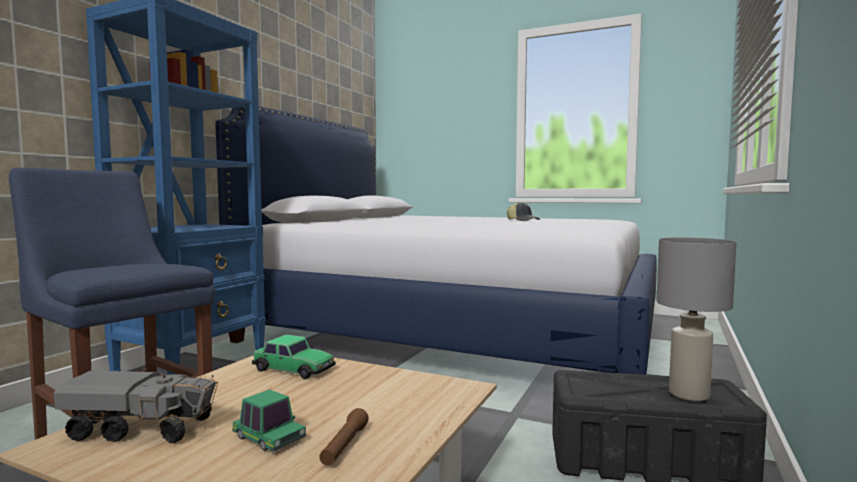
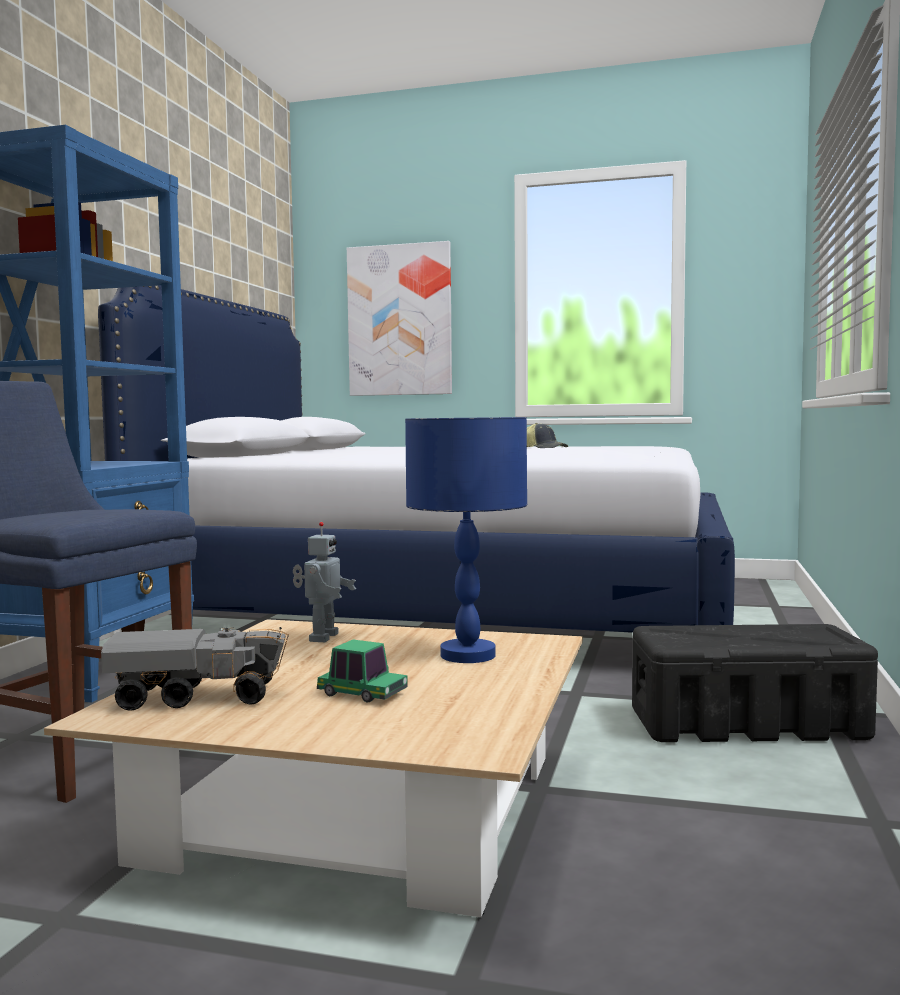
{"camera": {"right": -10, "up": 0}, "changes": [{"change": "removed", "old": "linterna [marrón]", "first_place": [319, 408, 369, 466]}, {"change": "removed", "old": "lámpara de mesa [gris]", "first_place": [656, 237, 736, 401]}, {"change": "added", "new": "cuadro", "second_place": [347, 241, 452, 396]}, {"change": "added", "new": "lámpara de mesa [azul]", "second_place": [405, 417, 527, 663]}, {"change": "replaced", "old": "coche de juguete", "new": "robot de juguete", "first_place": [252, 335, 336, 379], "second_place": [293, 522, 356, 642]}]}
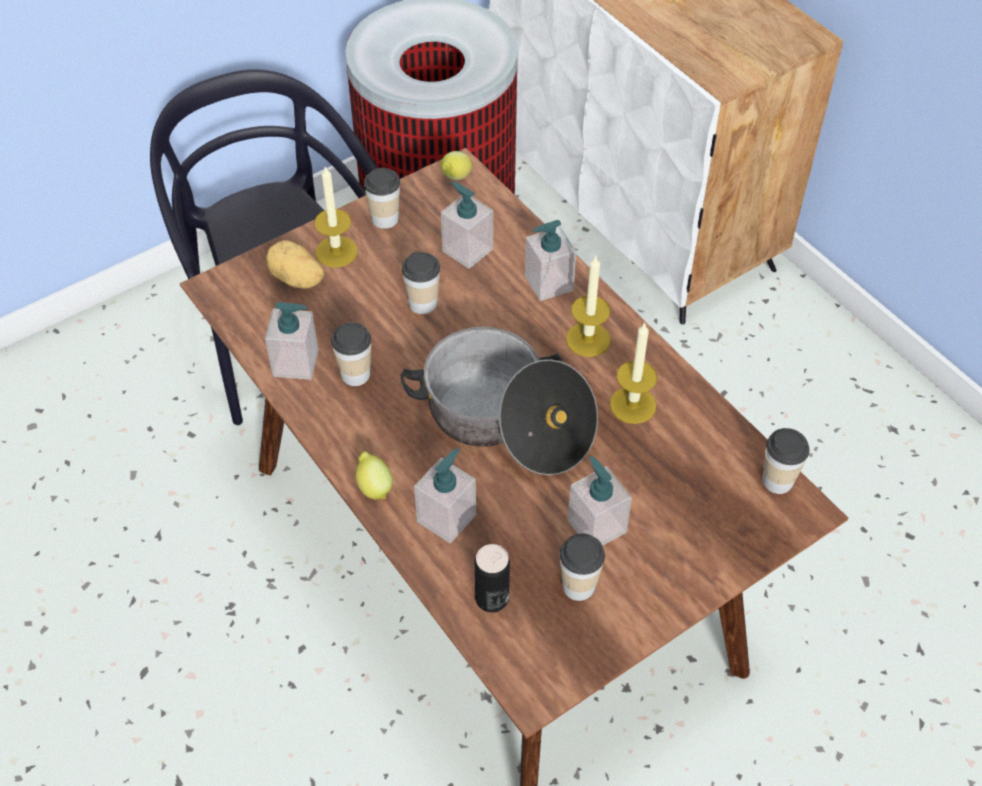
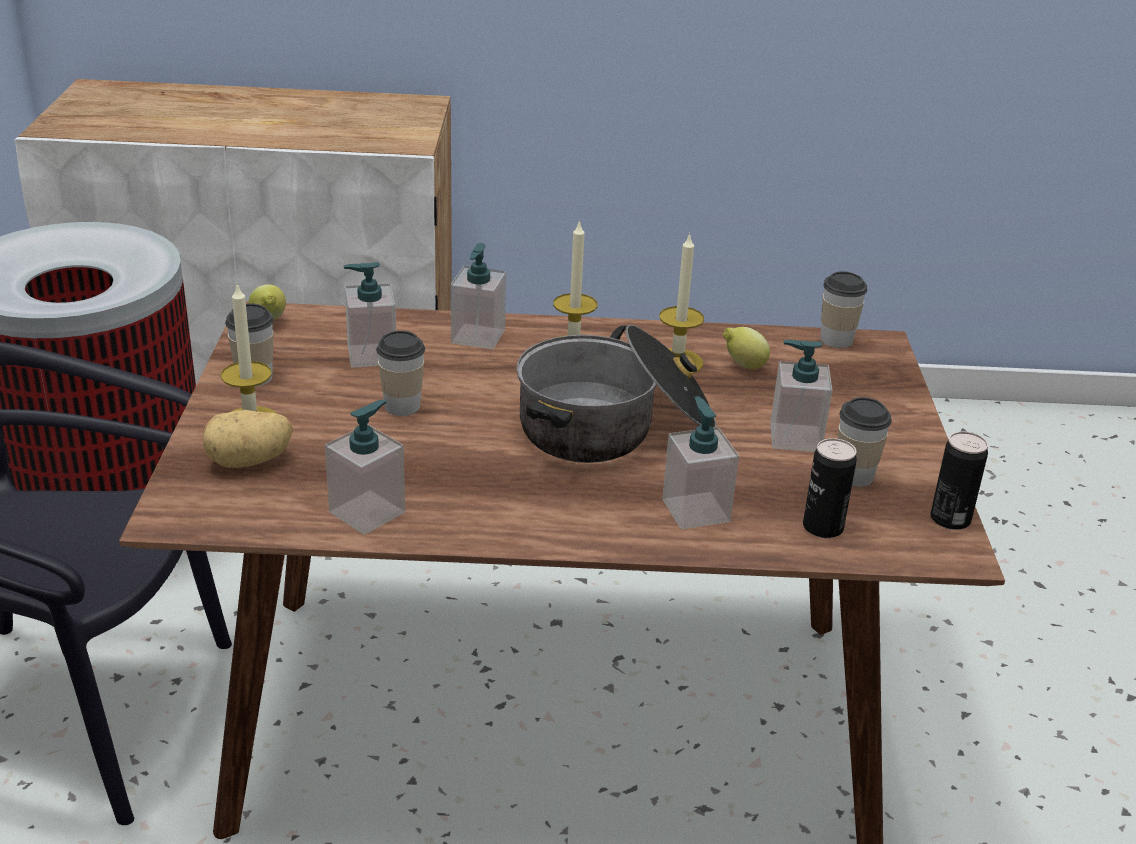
{"camera": {"right": -55, "up": -20}, "changes": [{"change": "removed", "old": "taza", "first_place": [331, 322, 371, 386]}, {"change": "added", "new": "lata", "second_place": [930, 431, 988, 530]}, {"change": "moved", "old": "limón", "first_place": [355, 451, 393, 499], "second_place": [723, 327, 770, 369]}]}
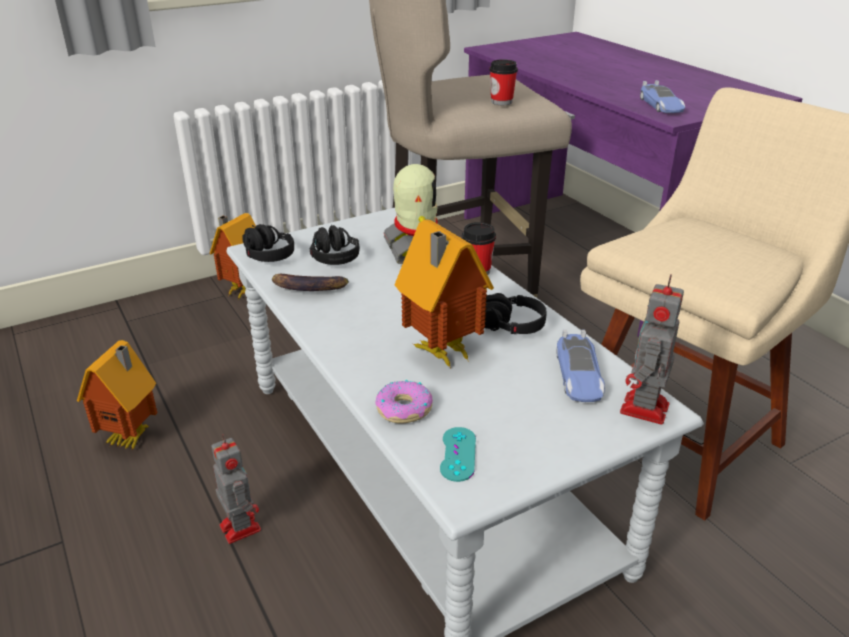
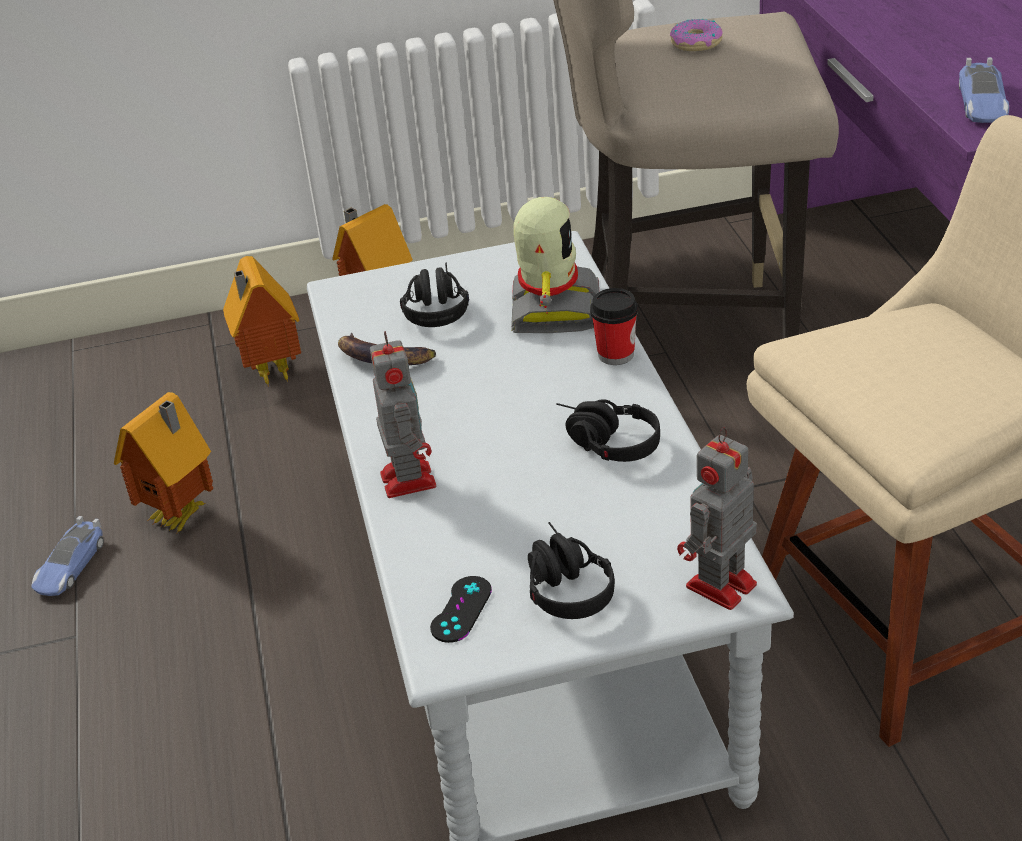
{"camera": {"right": 20, "up": 5}, "changes": [{"change": "removed", "old": "taza", "first_place": [489, 59, 518, 105]}, {"change": "moved", "old": "robot de juguete", "first_place": [211, 434, 261, 544], "second_place": [370, 331, 436, 498]}, {"change": "moved", "old": "auriculares [negro]", "first_place": [242, 224, 294, 262], "second_place": [528, 522, 615, 619]}, {"change": "moved", "old": "rosquilla", "first_place": [375, 380, 433, 423], "second_place": [670, 18, 723, 51]}, {"change": "moved", "old": "casita", "first_place": [395, 220, 494, 368], "second_place": [223, 256, 301, 387]}, {"change": "moved", "old": "coche de juguete", "first_place": [556, 329, 605, 402], "second_place": [31, 516, 104, 596]}, {"change": "recoloured", "old": "mando de consola [turquesa]", "new": "mando de consola [negro]", "first_place": [440, 427, 476, 482], "second_place": [430, 576, 492, 643]}]}
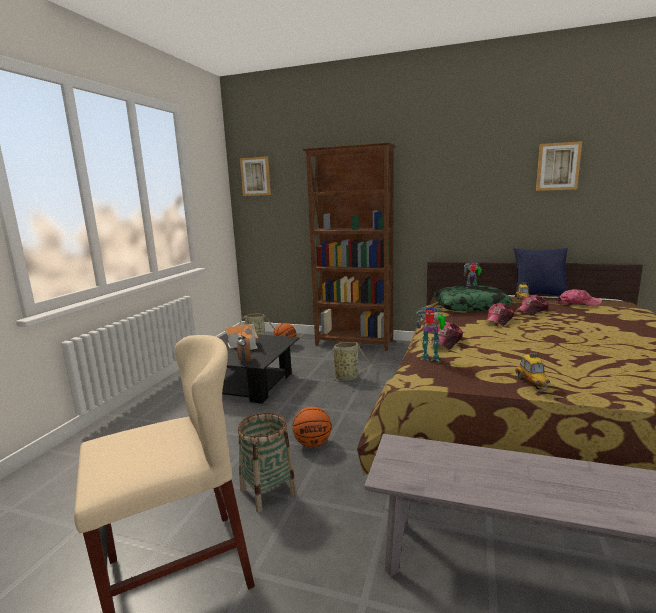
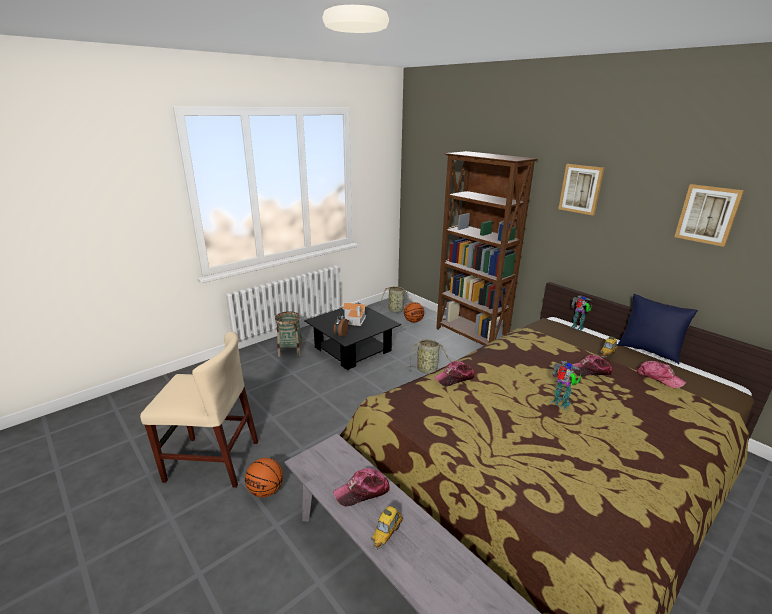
{"camera": {"right": 30, "up": 10}, "changes": [{"change": "removed", "old": "cojín", "first_place": [434, 285, 512, 311]}, {"change": "moved", "old": "cesta", "first_place": [238, 412, 297, 513], "second_place": [275, 311, 303, 357]}, {"change": "moved", "old": "cuadro", "first_place": [240, 156, 271, 196], "second_place": [558, 164, 605, 215]}, {"change": "moved", "old": "balón de baloncesto", "first_place": [292, 407, 331, 447], "second_place": [245, 458, 283, 497]}, {"change": "moved", "old": "robot de juguete", "first_place": [416, 306, 446, 361], "second_place": [550, 361, 581, 410]}, {"change": "moved", "old": "gorra", "first_place": [486, 303, 514, 326], "second_place": [333, 468, 390, 506]}, {"change": "moved", "old": "coche de juguete", "first_place": [515, 353, 550, 390], "second_place": [371, 506, 403, 550]}]}
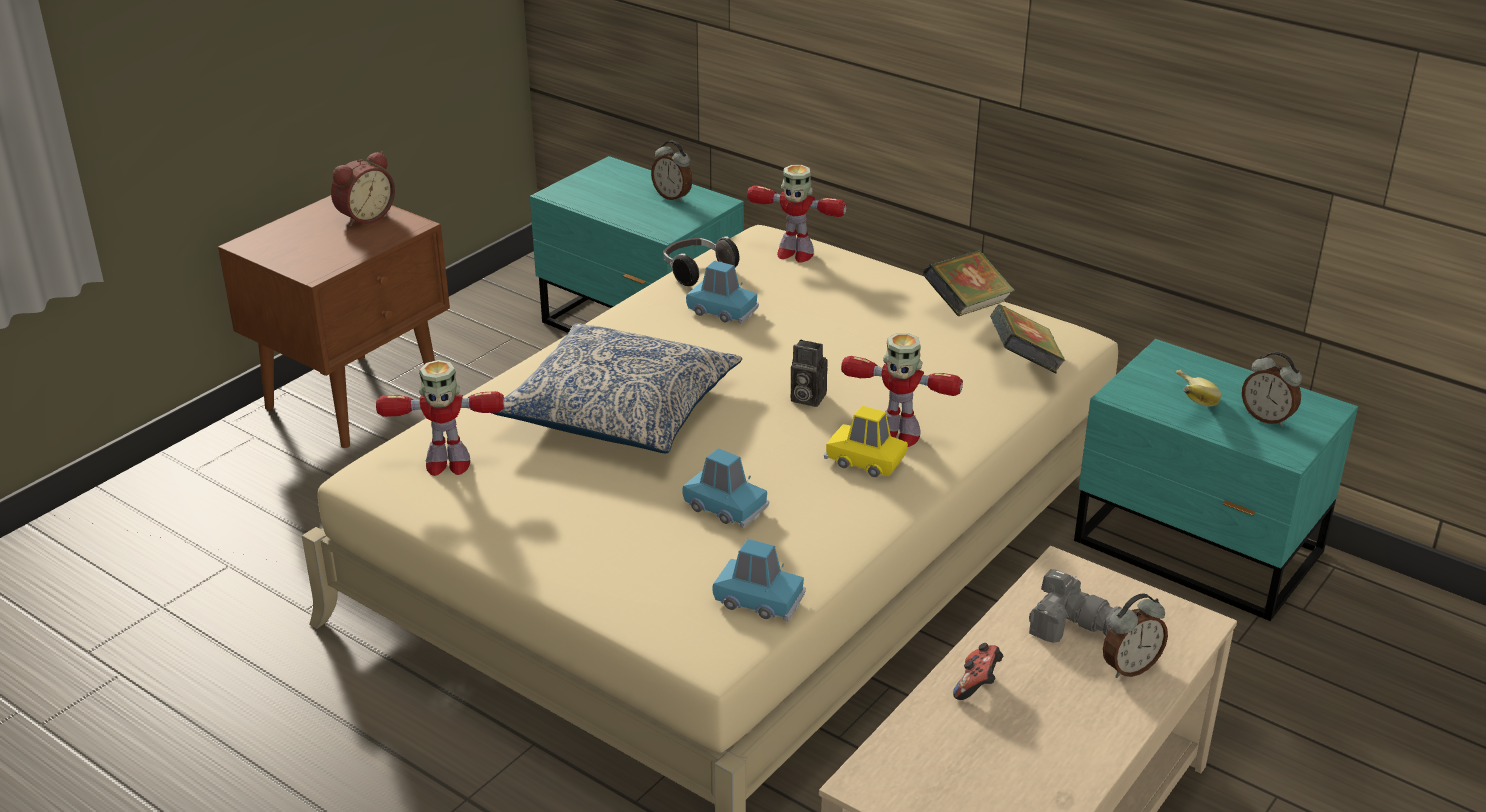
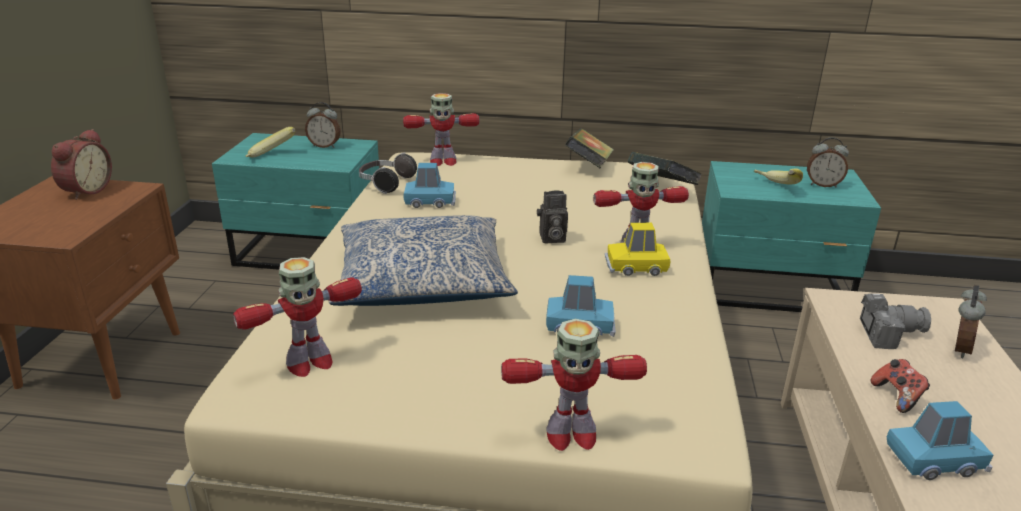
{"camera": {"right": -30, "up": -5}, "changes": [{"change": "added", "new": "plátano", "second_place": [245, 127, 296, 157]}, {"change": "added", "new": "robot de juguete", "second_place": [501, 319, 647, 451]}, {"change": "moved", "old": "coche de juguete [azul]", "first_place": [713, 539, 806, 622], "second_place": [887, 401, 993, 480]}]}
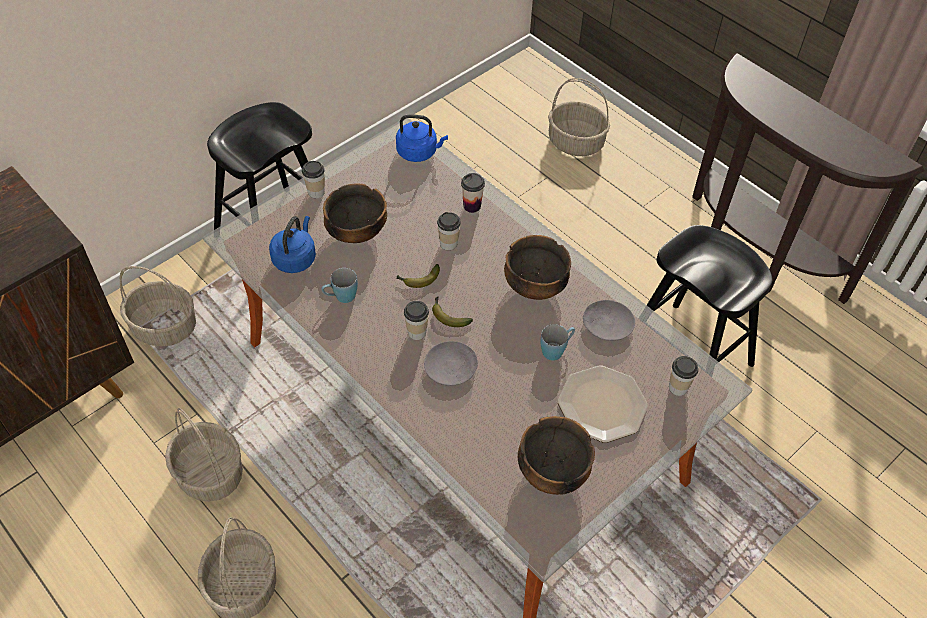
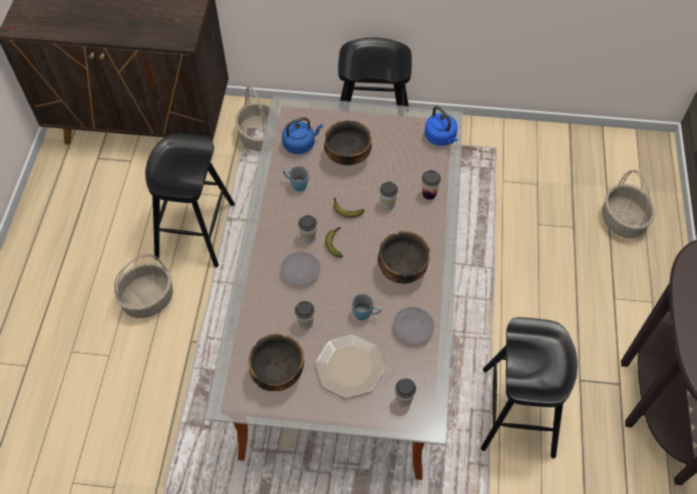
{"camera": {"right": 50, "up": 5}, "changes": [{"change": "moved", "old": "taza", "first_place": [302, 161, 325, 198], "second_place": [295, 301, 315, 329]}, {"change": "replaced", "old": "cesta", "new": "taburete [negro]", "first_place": [165, 408, 243, 502], "second_place": [145, 133, 235, 267]}]}
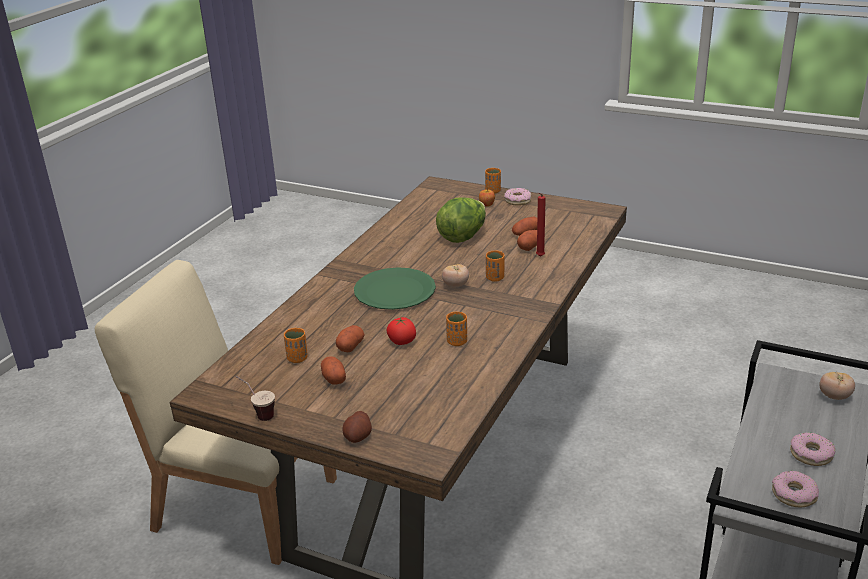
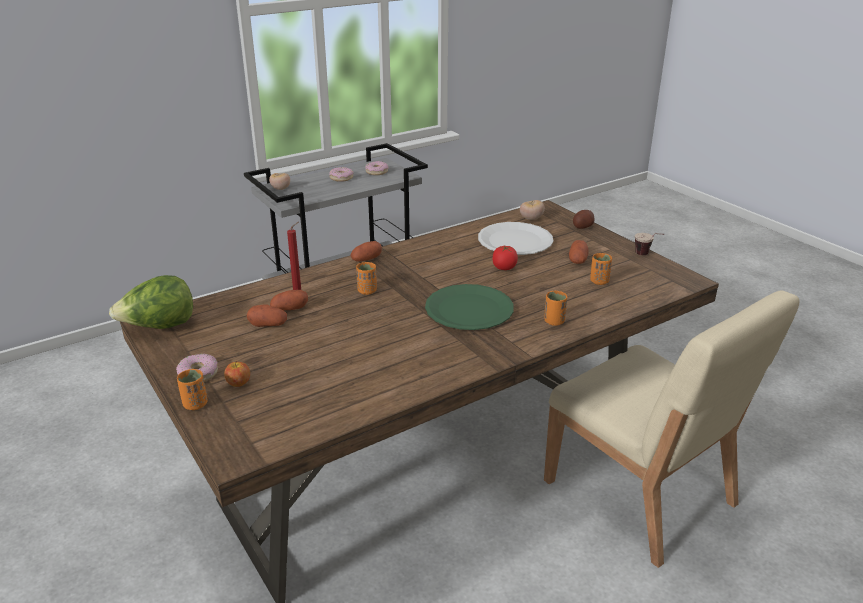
{"camera": {"right": -150, "up": 0}, "changes": [{"change": "added", "new": "plato [blanco]", "second_place": [478, 222, 553, 255]}, {"change": "moved", "old": "patata", "first_place": [336, 325, 365, 352], "second_place": [351, 241, 382, 261]}, {"change": "moved", "old": "lechuga", "first_place": [436, 197, 486, 243], "second_place": [109, 275, 193, 329]}, {"change": "moved", "old": "tomate", "first_place": [442, 264, 469, 287], "second_place": [520, 200, 545, 220]}, {"change": "moved", "old": "taza [naranja]", "first_place": [446, 312, 467, 346], "second_place": [544, 291, 567, 326]}]}
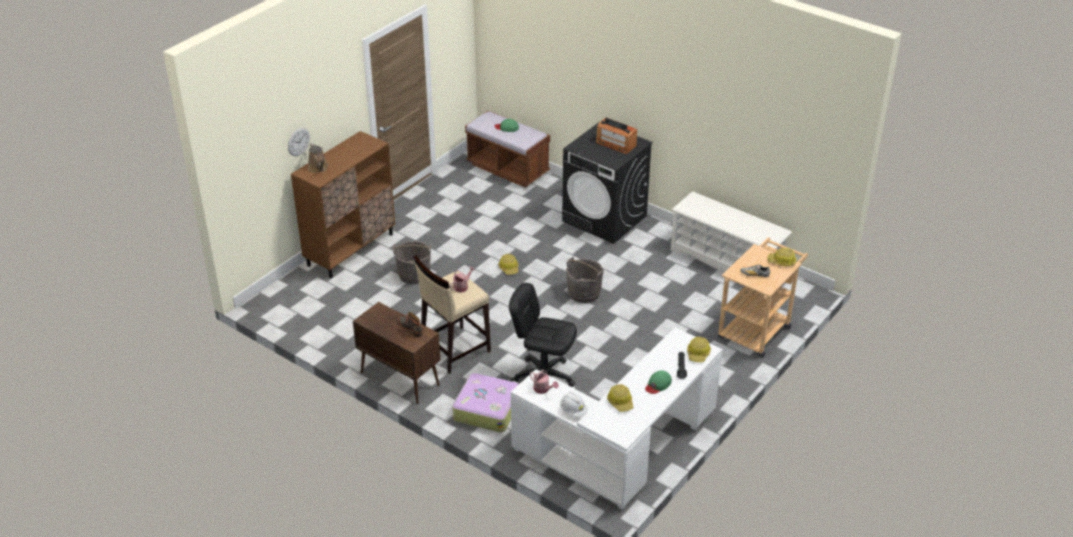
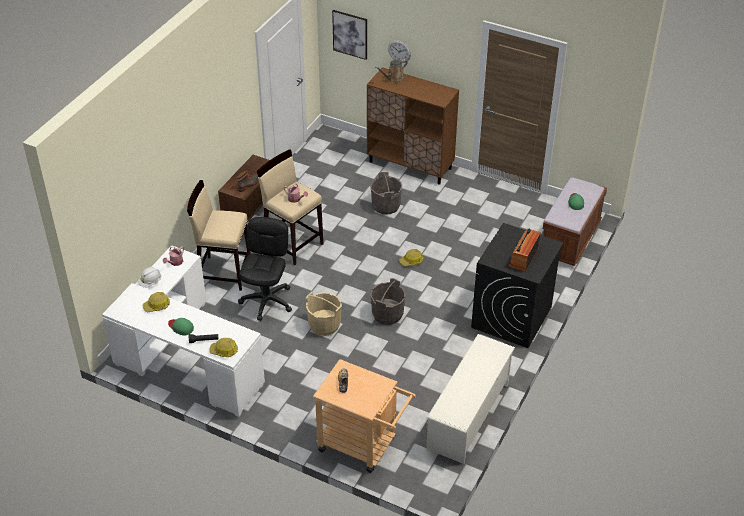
{"camera": {"right": 80, "up": 5}, "changes": [{"change": "removed", "old": "casco", "first_place": [768, 248, 797, 266]}, {"change": "added", "new": "cubo [beis]", "second_place": [306, 292, 342, 336]}, {"change": "added", "new": "cuadro", "second_place": [332, 10, 367, 60]}, {"change": "replaced", "old": "maleta", "new": "taburete [beis]", "first_place": [453, 372, 519, 432], "second_place": [187, 180, 251, 291]}]}
